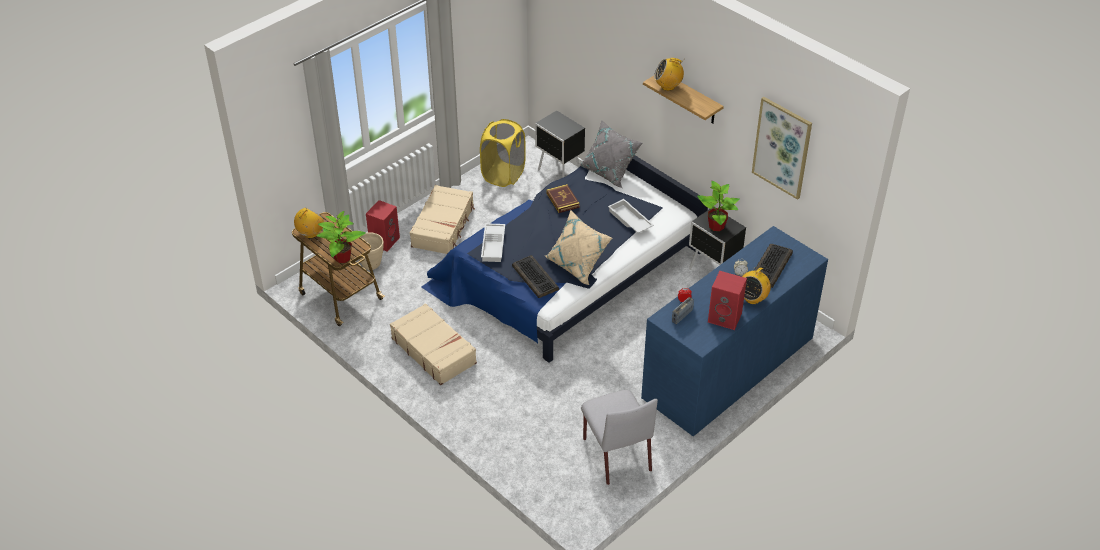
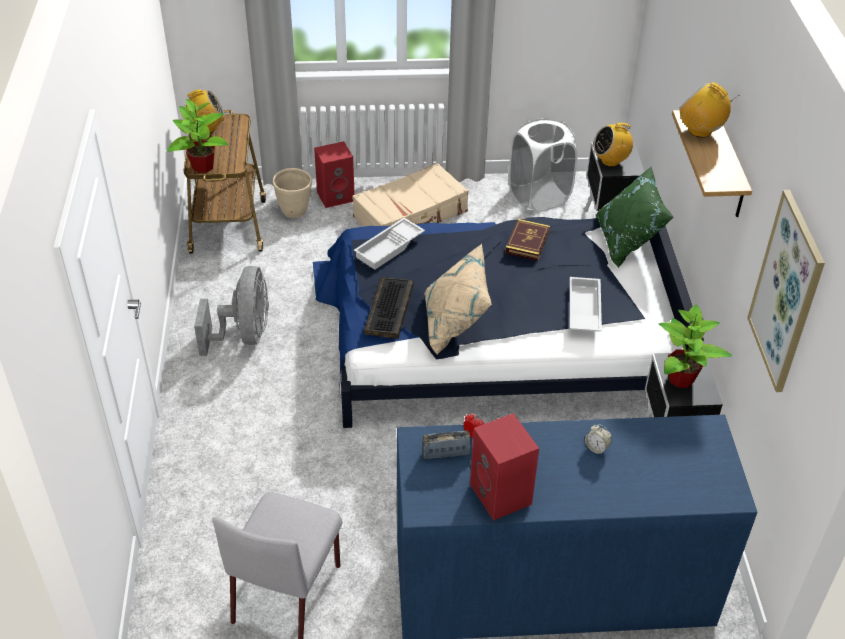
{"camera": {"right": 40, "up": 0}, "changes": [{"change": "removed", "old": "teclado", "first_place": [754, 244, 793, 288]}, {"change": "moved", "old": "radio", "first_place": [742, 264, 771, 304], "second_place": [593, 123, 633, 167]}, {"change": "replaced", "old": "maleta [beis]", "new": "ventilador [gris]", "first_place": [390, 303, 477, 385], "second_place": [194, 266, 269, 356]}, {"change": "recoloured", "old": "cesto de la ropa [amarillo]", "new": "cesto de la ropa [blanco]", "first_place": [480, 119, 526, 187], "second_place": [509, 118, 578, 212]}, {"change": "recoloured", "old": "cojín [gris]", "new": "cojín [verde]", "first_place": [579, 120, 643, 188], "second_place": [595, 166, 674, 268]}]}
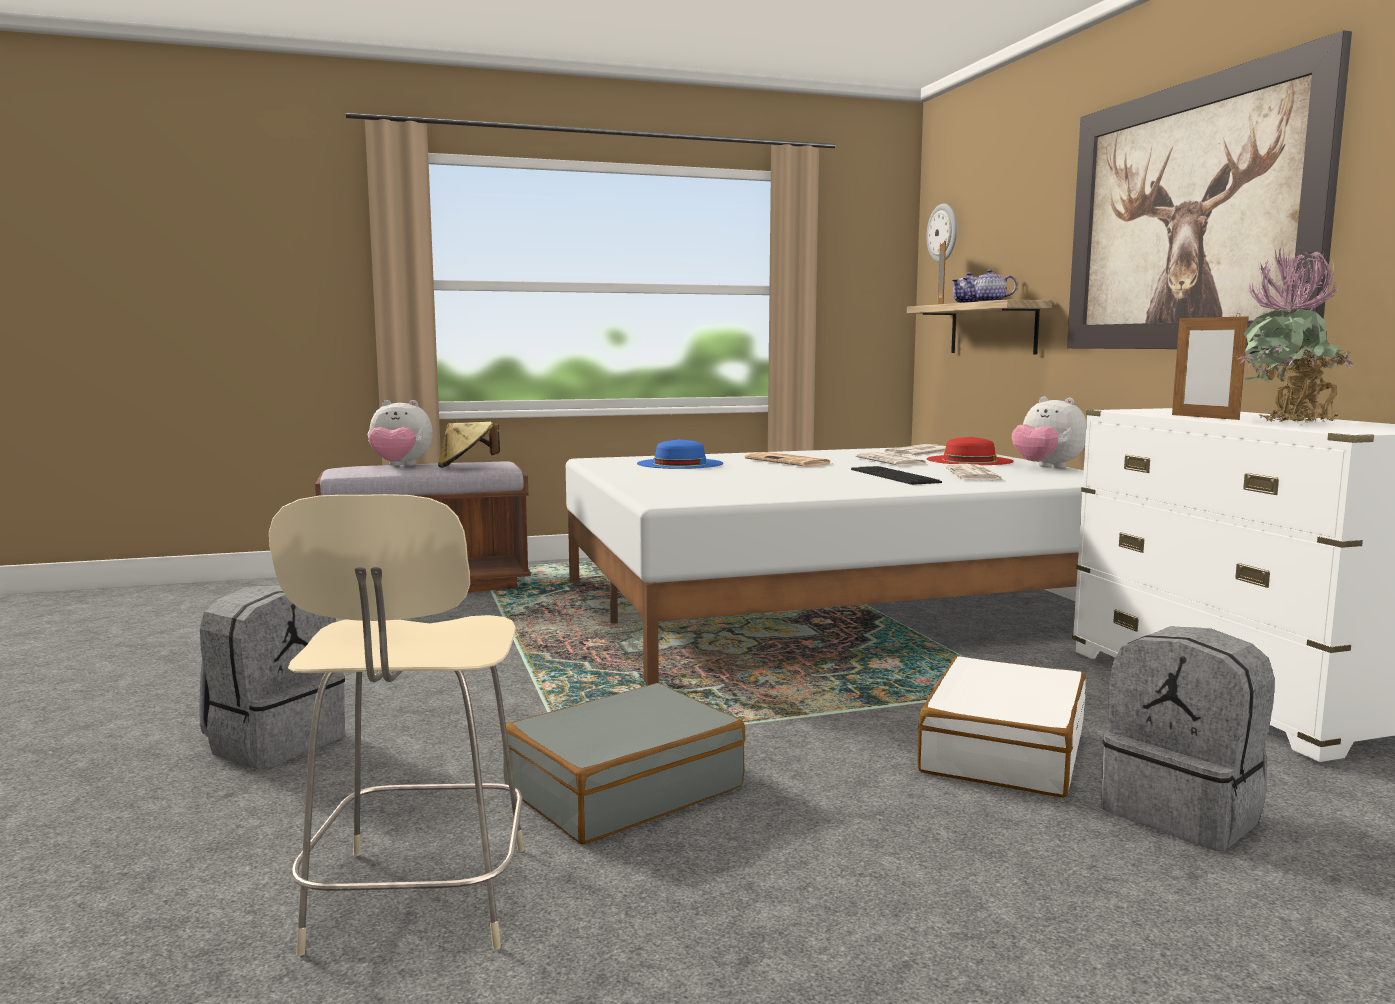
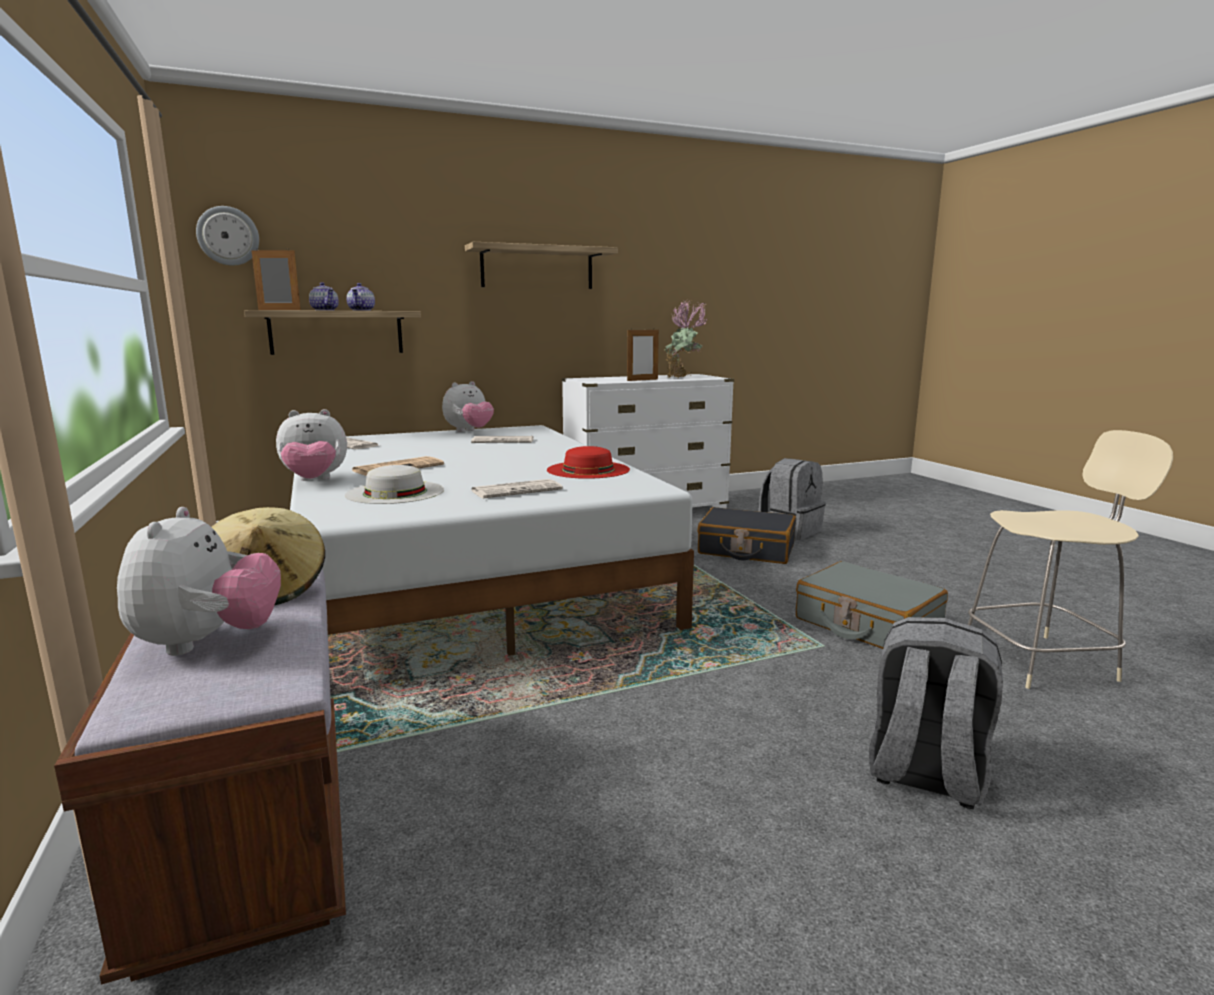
{"camera": {"right": -95, "up": 5}, "changes": [{"change": "removed", "old": "teclado", "first_place": [851, 466, 942, 485]}, {"change": "added", "new": "peluche", "second_place": [276, 409, 347, 481]}, {"change": "moved", "old": "periódico", "first_place": [855, 452, 929, 466], "second_place": [471, 479, 563, 498]}, {"change": "moved", "old": "sombrero [rojo]", "first_place": [927, 437, 1014, 465], "second_place": [547, 446, 630, 479]}, {"change": "replaced", "old": "cuadro", "new": "estante", "first_place": [1067, 31, 1352, 350], "second_place": [465, 242, 618, 289]}, {"change": "recoloured", "old": "sombrero [azul]", "new": "sombrero [blanco]", "first_place": [637, 439, 723, 469], "second_place": [345, 465, 444, 504]}, {"change": "recoloured", "old": "maleta [blanco]", "new": "maleta [negro]", "first_place": [917, 656, 1086, 798], "second_place": [697, 507, 796, 564]}]}
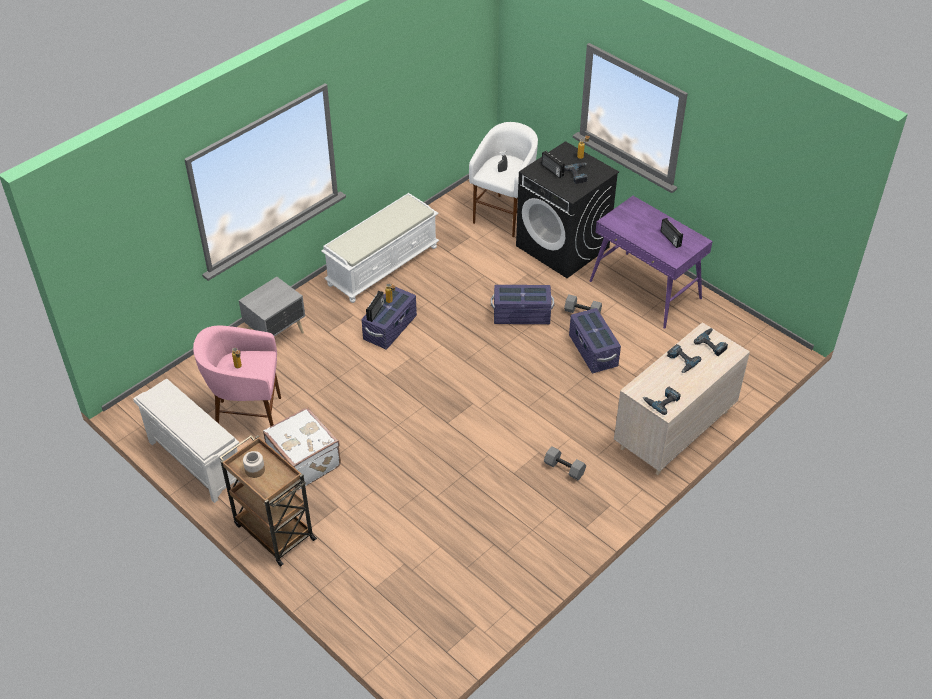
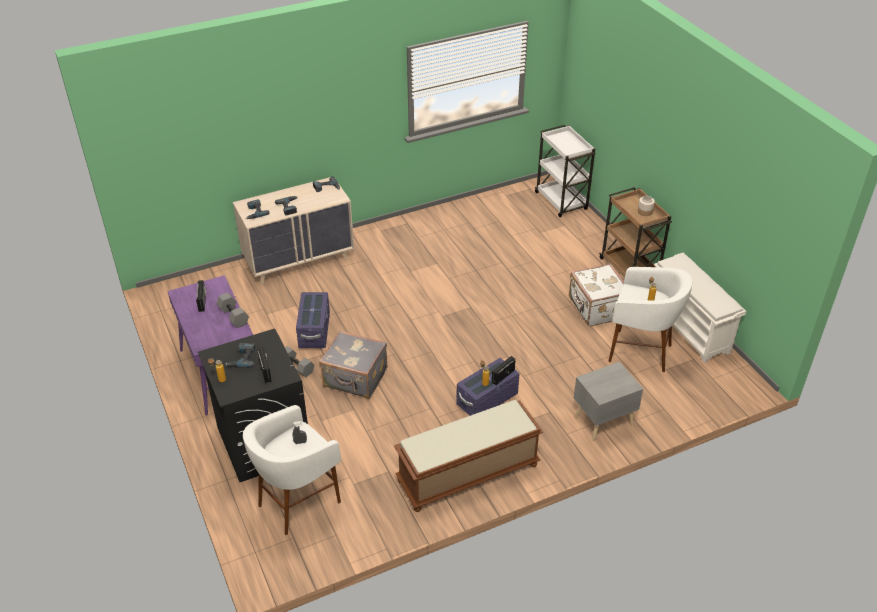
{"camera": {"right": -160, "up": -5}, "changes": [{"change": "added", "new": "carrito [blanco]", "second_place": [534, 125, 596, 217]}, {"change": "moved", "old": "mancuerna [gris]", "first_place": [544, 446, 586, 480], "second_place": [216, 292, 249, 328]}, {"change": "replaced", "old": "caja de almacenaje [morado]", "new": "maleta [gris]", "first_place": [491, 285, 554, 324], "second_place": [319, 331, 387, 399]}, {"change": "recoloured", "old": "taburete [rosa]", "new": "taburete [blanco]", "first_place": [193, 326, 281, 427], "second_place": [608, 267, 692, 372]}, {"change": "recoloured", "old": "banco [blanco]", "new": "banco [marrón]", "first_place": [321, 193, 439, 303], "second_place": [394, 400, 543, 512]}]}
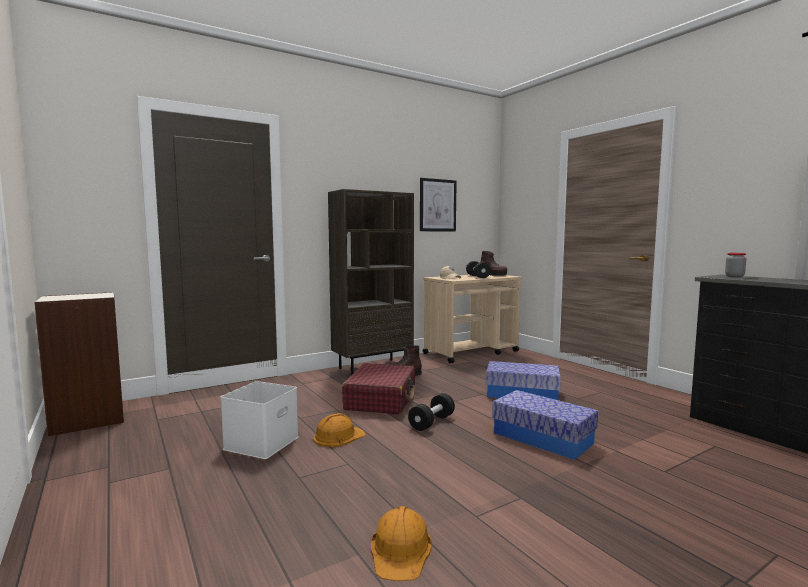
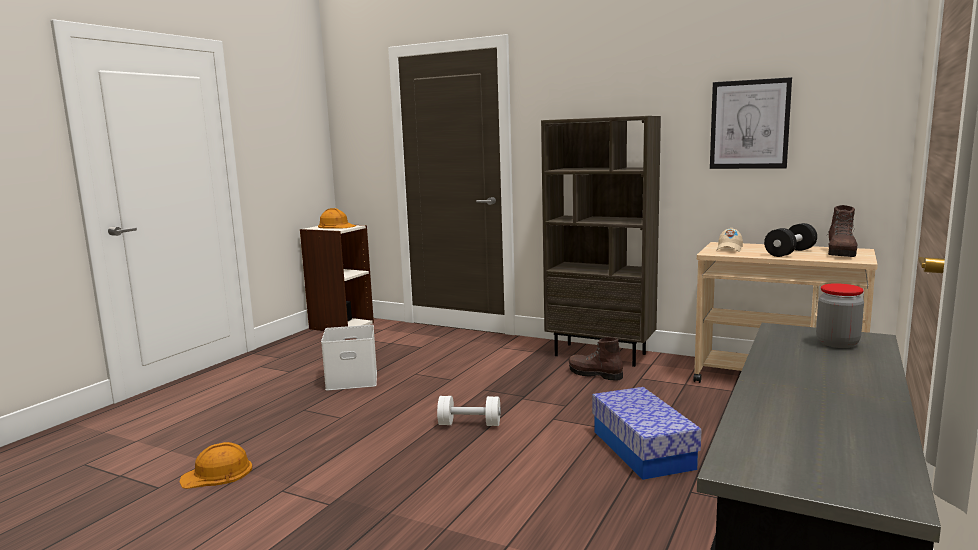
{"camera": {"right": 60, "up": 5}, "changes": [{"change": "removed", "old": "maleta [rojo]", "first_place": [342, 363, 415, 414]}, {"change": "removed", "old": "caja de almacenaje", "first_place": [492, 390, 598, 460]}, {"change": "moved", "old": "casco [naranja]", "first_place": [313, 413, 366, 447], "second_place": [318, 208, 356, 229]}, {"change": "recoloured", "old": "mancuerna [negro]", "new": "mancuerna [blanco]", "first_place": [408, 393, 455, 431], "second_place": [437, 396, 501, 426]}]}
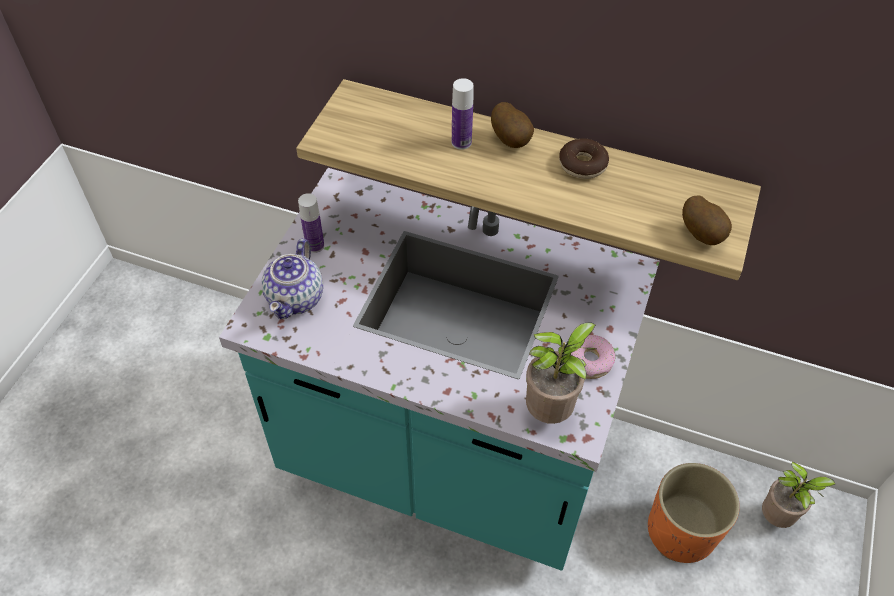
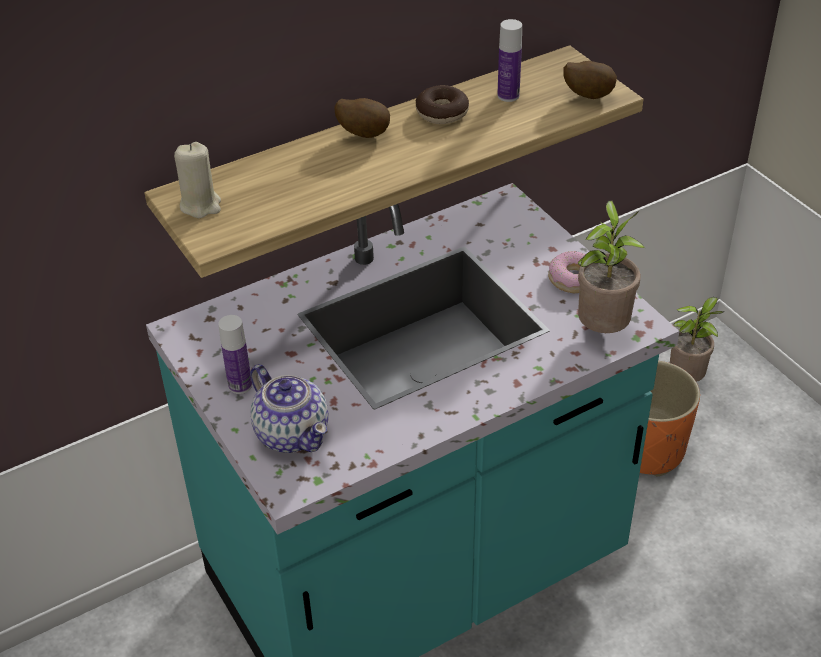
{"camera": {"right": -50, "up": -10}, "changes": [{"change": "added", "new": "vela [beis]", "second_place": [174, 142, 221, 218]}, {"change": "moved", "old": "botella", "first_place": [452, 78, 473, 150], "second_place": [497, 19, 522, 102]}]}
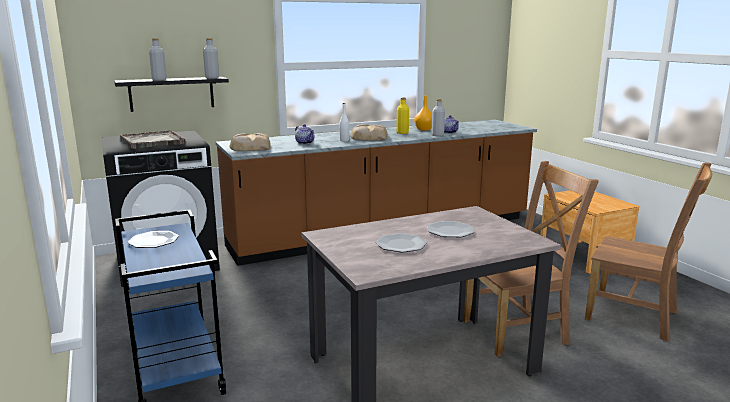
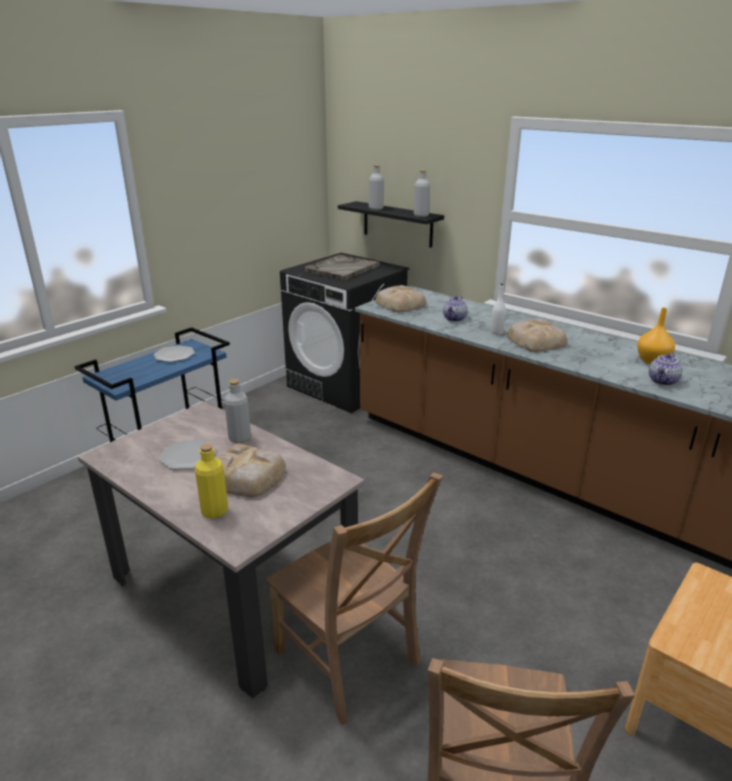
{"camera": {"right": 65, "up": 10}, "changes": [{"change": "moved", "old": "botella [amarillo]", "first_place": [396, 98, 409, 134], "second_place": [195, 443, 228, 519]}, {"change": "moved", "old": "botella [gris]", "first_place": [431, 99, 445, 136], "second_place": [224, 379, 251, 443]}, {"change": "replaced", "old": "plato", "new": "pan", "first_place": [427, 221, 474, 237], "second_place": [218, 444, 286, 497]}]}
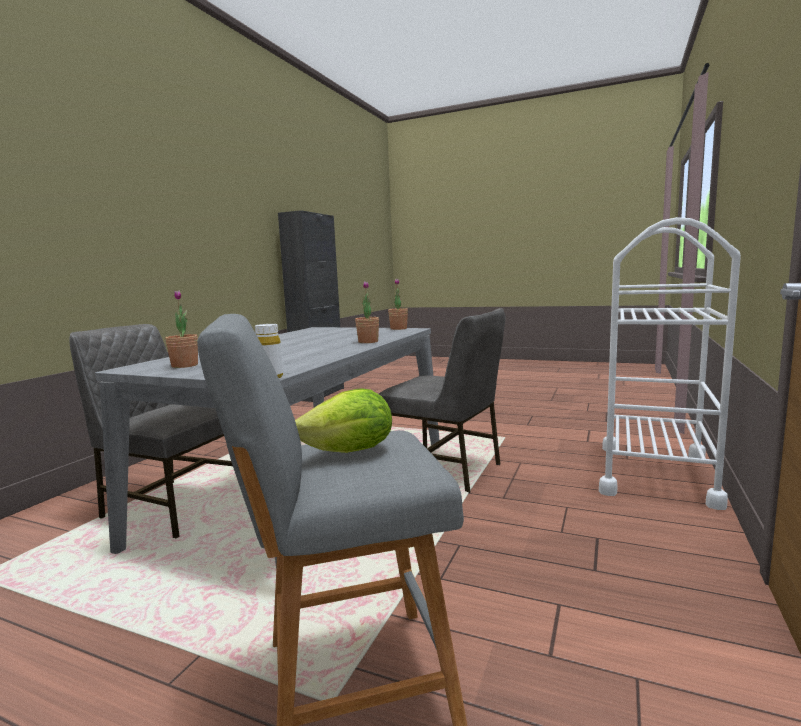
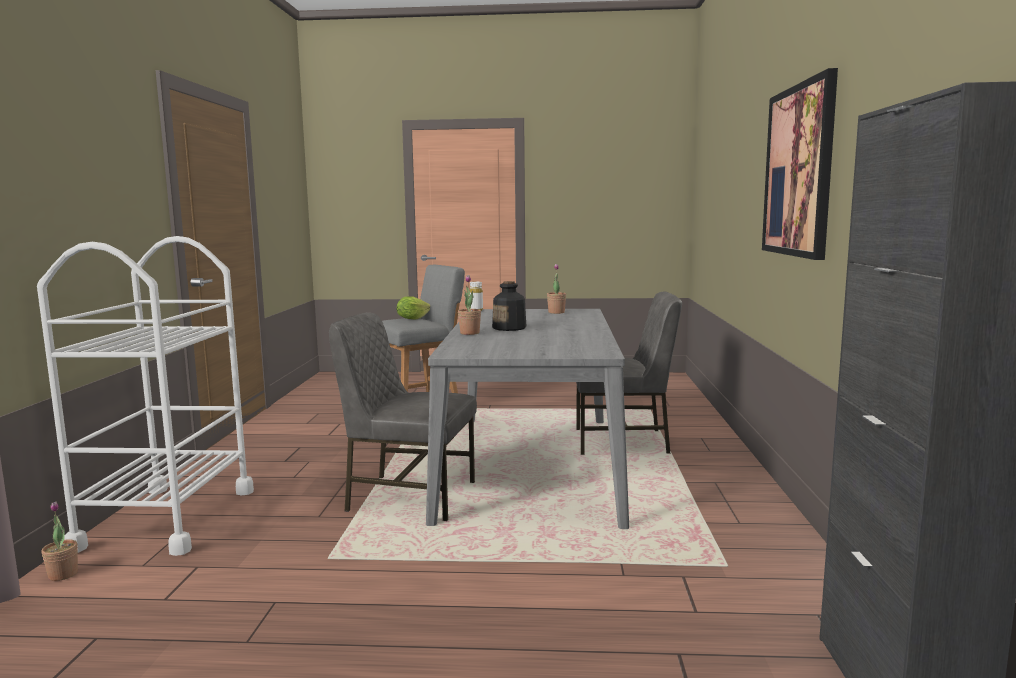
{"camera": {"right": 160, "up": 0}, "changes": [{"change": "added", "new": "botella", "second_place": [492, 281, 526, 331]}, {"change": "added", "new": "cuadro", "second_place": [762, 68, 838, 260]}, {"change": "moved", "old": "planta en maceta", "first_place": [388, 279, 408, 330], "second_place": [41, 502, 78, 581]}]}
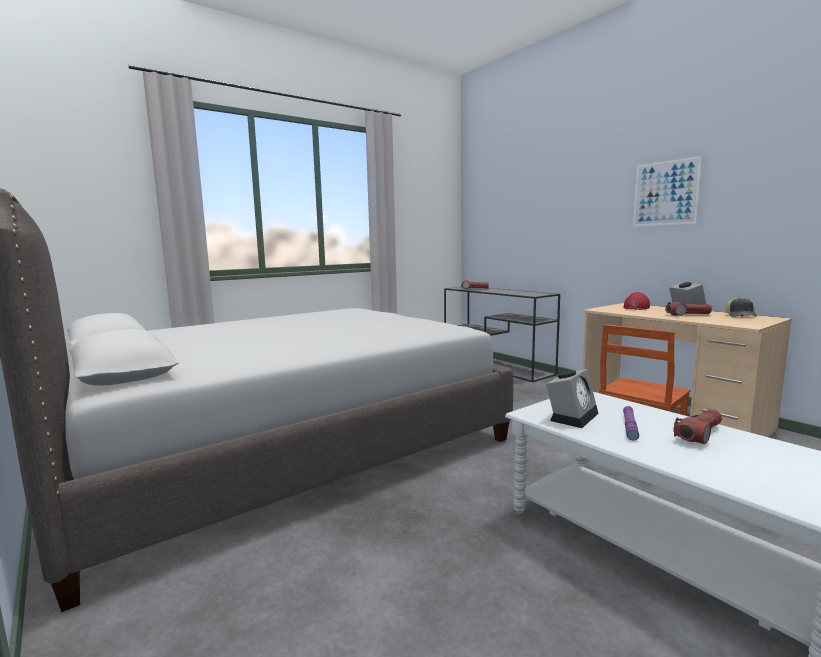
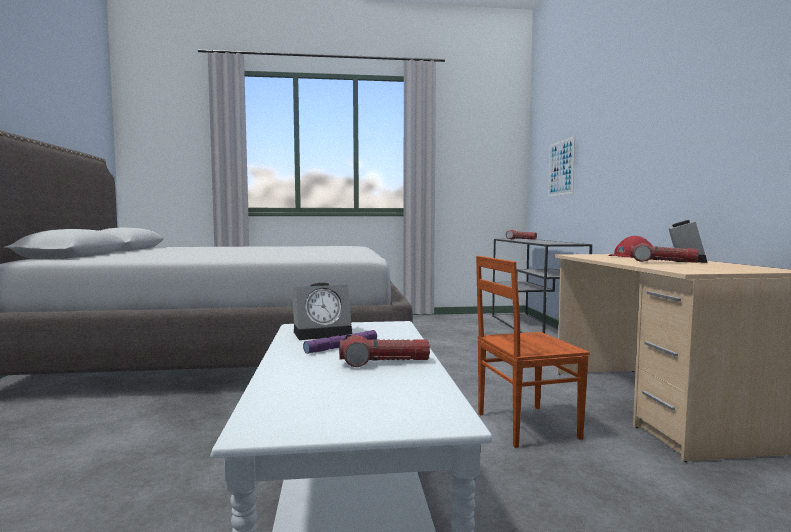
{"camera": {"right": 30, "up": -5}, "changes": [{"change": "removed", "old": "gorra", "first_place": [725, 297, 757, 317]}, {"change": "moved", "old": "cuadro", "first_place": [633, 156, 702, 226], "second_place": [548, 136, 575, 197]}]}
